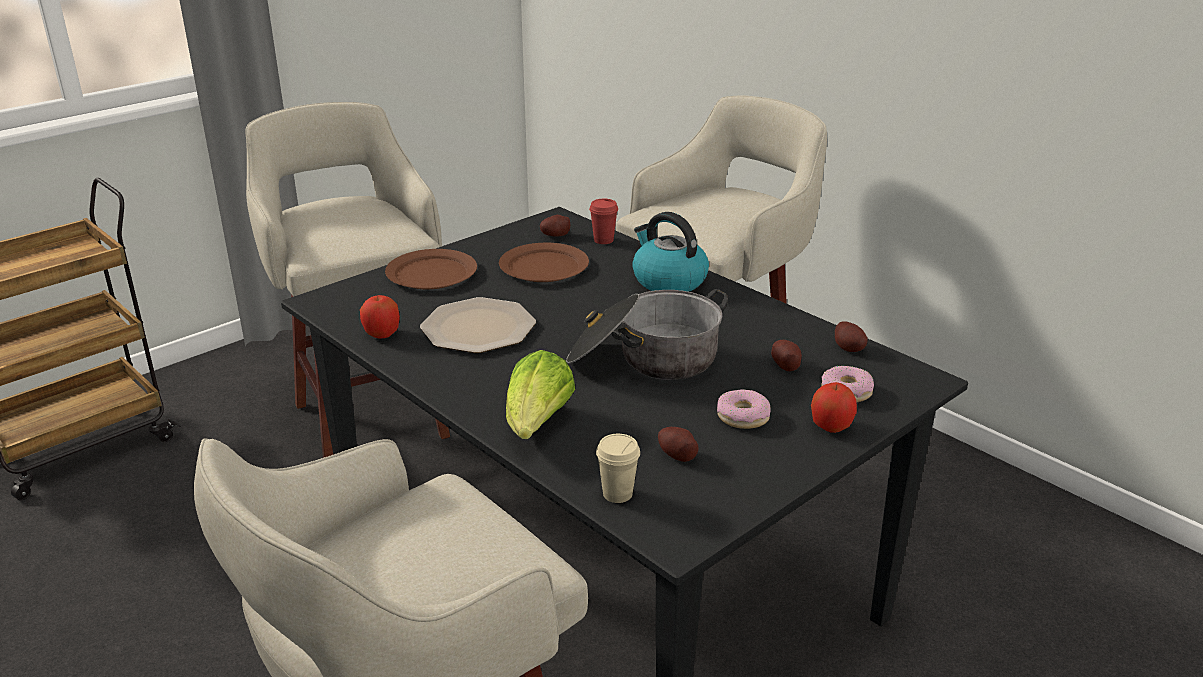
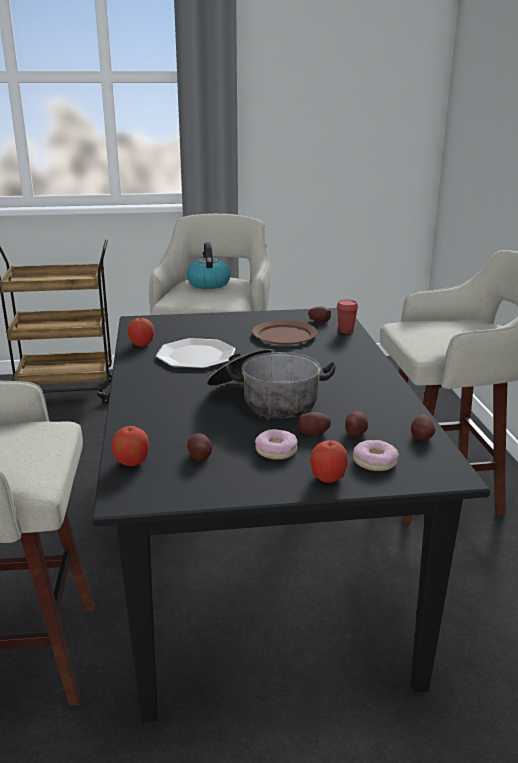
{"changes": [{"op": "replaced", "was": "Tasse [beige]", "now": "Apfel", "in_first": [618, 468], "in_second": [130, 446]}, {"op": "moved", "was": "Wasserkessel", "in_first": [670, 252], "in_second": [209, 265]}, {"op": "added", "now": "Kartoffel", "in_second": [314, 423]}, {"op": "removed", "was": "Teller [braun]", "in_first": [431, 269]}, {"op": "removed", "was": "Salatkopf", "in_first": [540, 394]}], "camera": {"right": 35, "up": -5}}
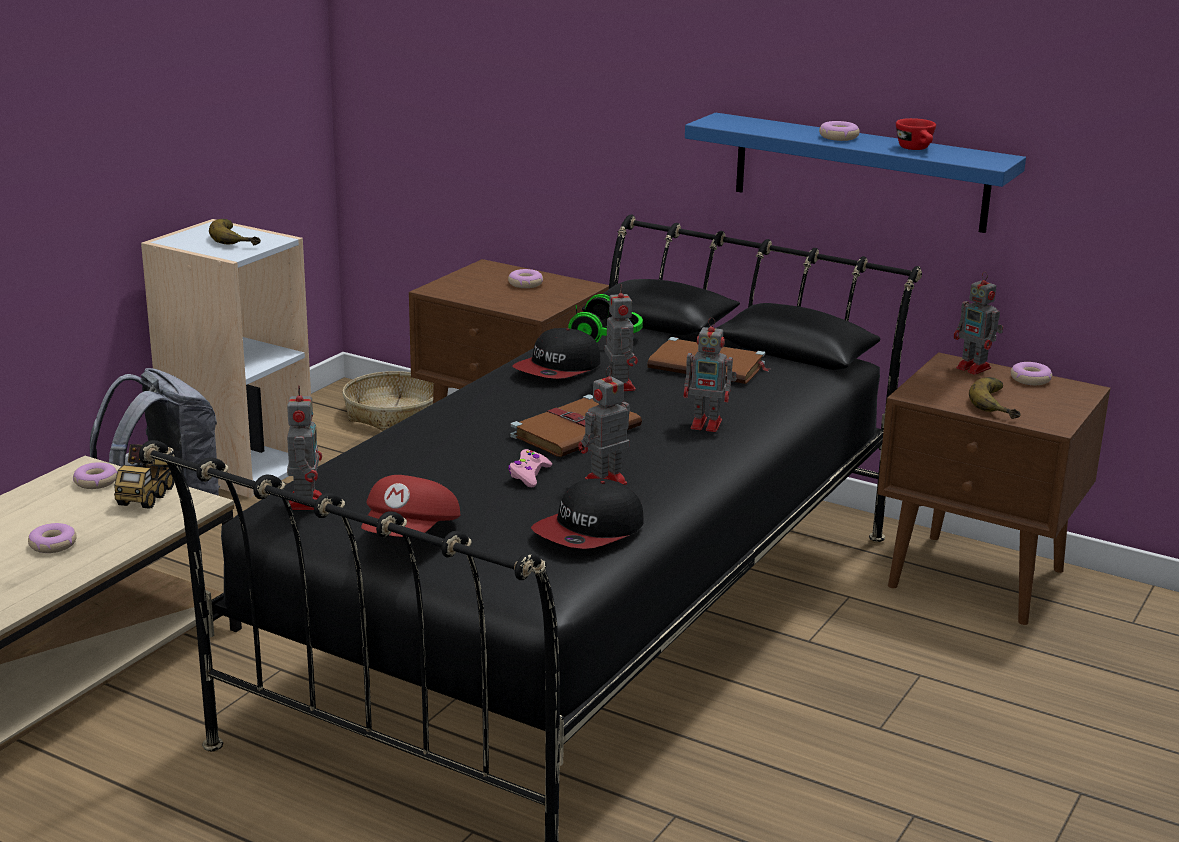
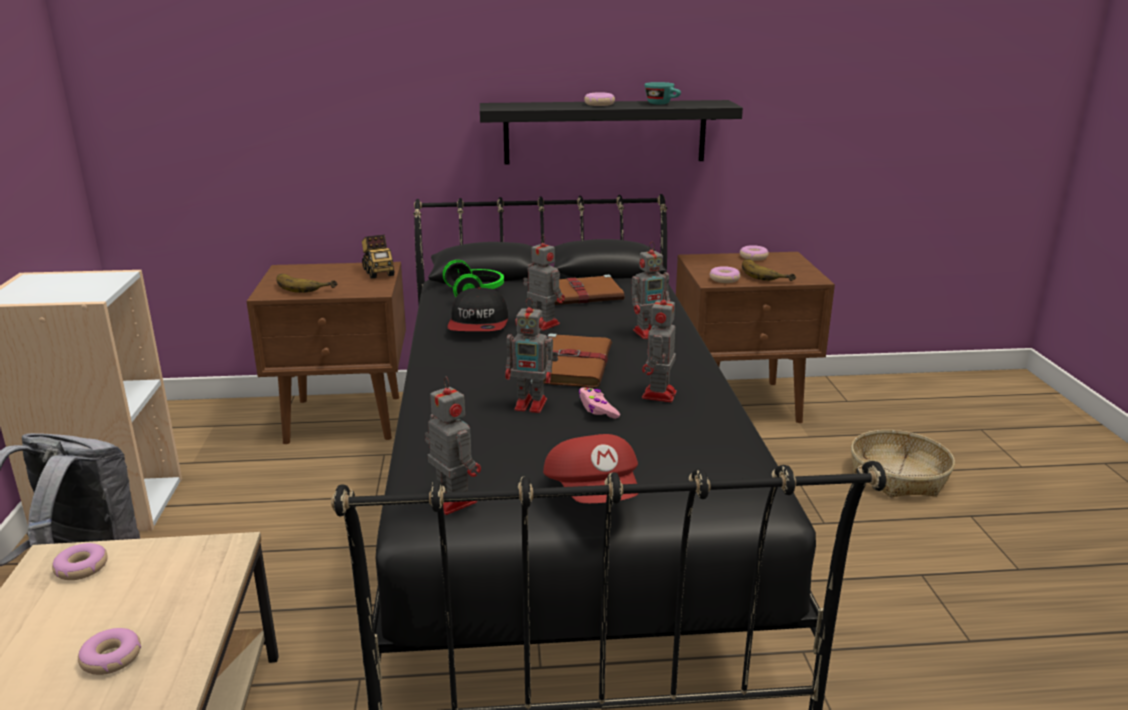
{"changes": [{"op": "moved", "was": "Banane", "in_first": [235, 232], "in_second": [307, 283]}, {"op": "moved", "was": "Spielzeuglaster", "in_first": [144, 476], "in_second": [378, 257]}, {"op": "recoloured", "was": "Wandregal [blau]", "now": "Wandregal [schwarz]", "in_first": [855, 173], "in_second": [611, 132]}, {"op": "moved", "was": "Spielzeugroboter", "in_first": [978, 323], "in_second": [531, 355]}, {"op": "recoloured", "was": "Tasse [rot]", "now": "Tasse [türkis]", "in_first": [916, 134], "in_second": [662, 93]}, {"op": "moved", "was": "Donut", "in_first": [525, 278], "in_second": [725, 274]}, {"op": "moved", "was": "Korb", "in_first": [388, 401], "in_second": [903, 463]}, {"op": "removed", "was": "Kappe", "in_first": [587, 513]}], "camera": {"right": -35, "up": 0}}
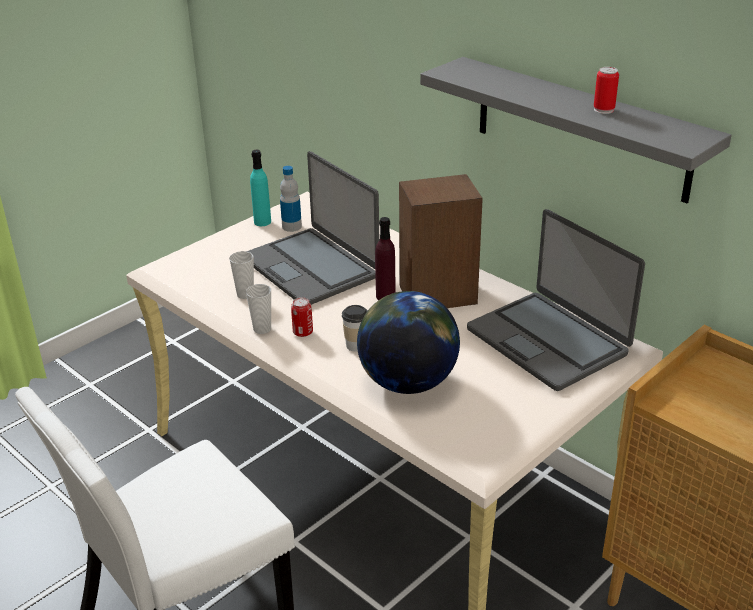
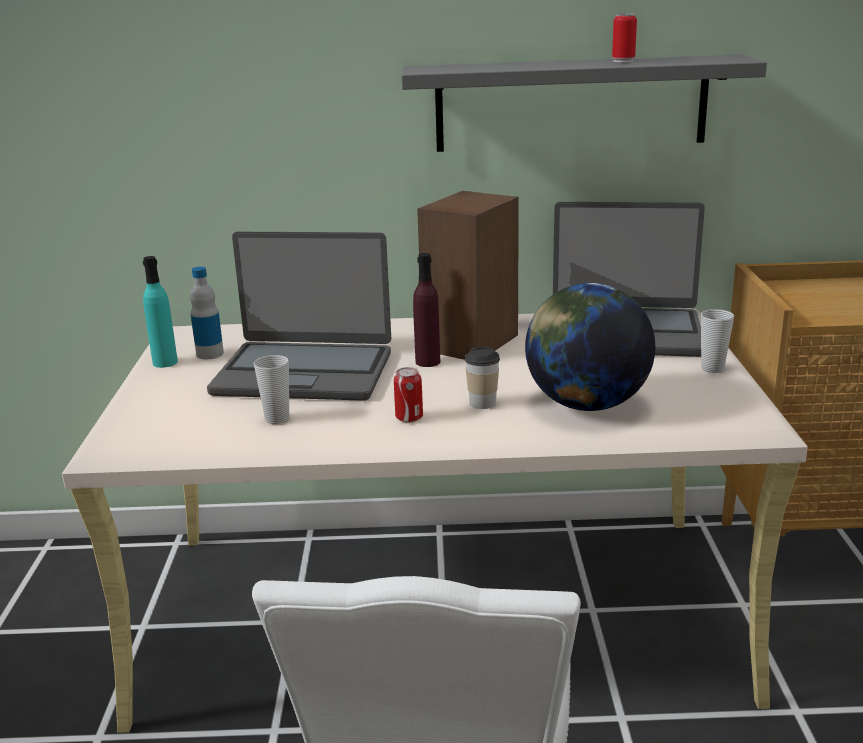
{"changes": [{"op": "moved", "was": "Tasse", "in_first": [258, 309], "in_second": [717, 341]}], "camera": {"right": -45, "up": -10}}
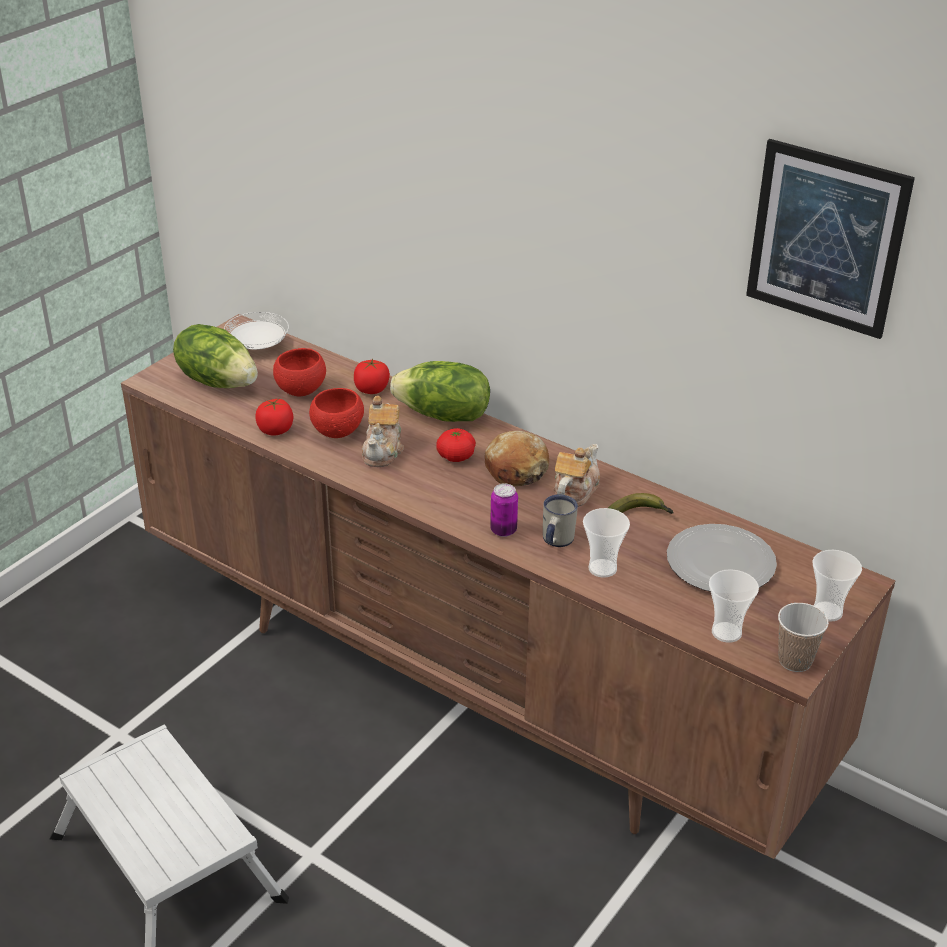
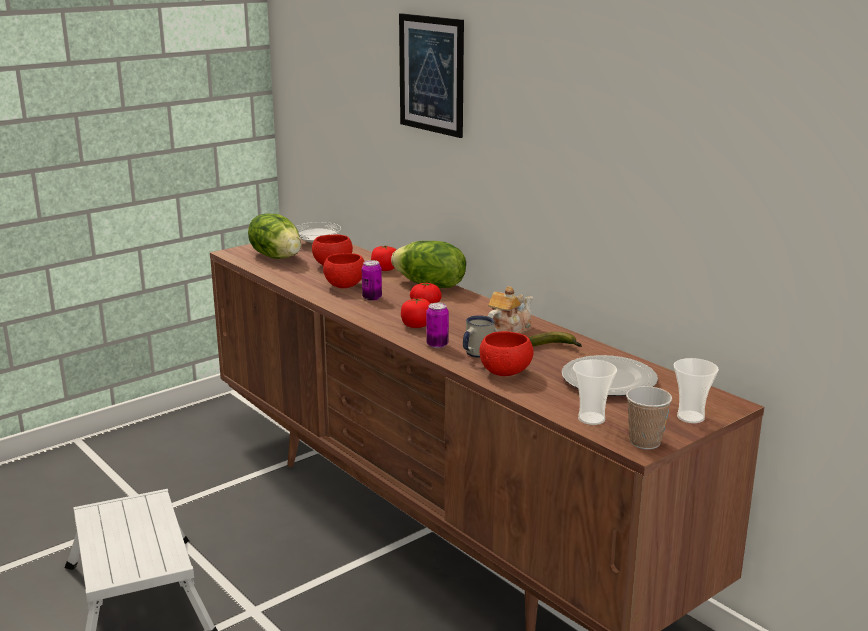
{"changes": [{"op": "replaced", "was": "Teekanne", "now": "Dose", "in_first": [383, 431], "in_second": [372, 280]}, {"op": "moved", "was": "Bild", "in_first": [830, 239], "in_second": [431, 75]}, {"op": "moved", "was": "Tomate", "in_first": [274, 417], "in_second": [415, 313]}, {"op": "replaced", "was": "Tasse", "now": "Schüssel [rot]", "in_first": [606, 543], "in_second": [506, 353]}, {"op": "removed", "was": "Brot", "in_first": [517, 458]}], "camera": {"right": 15, "up": -15}}
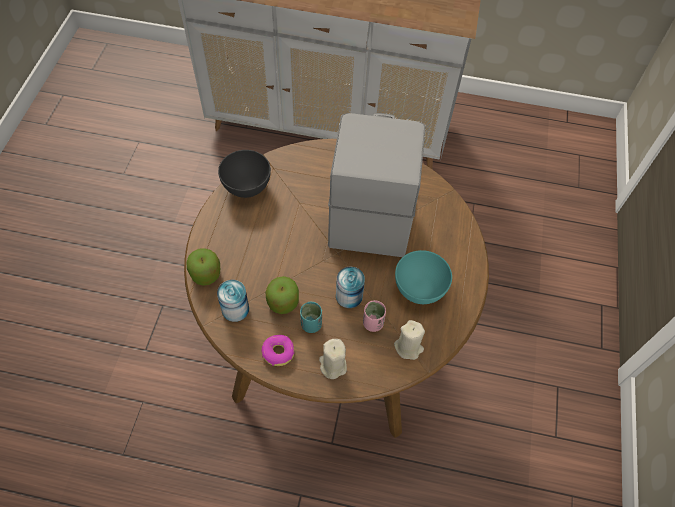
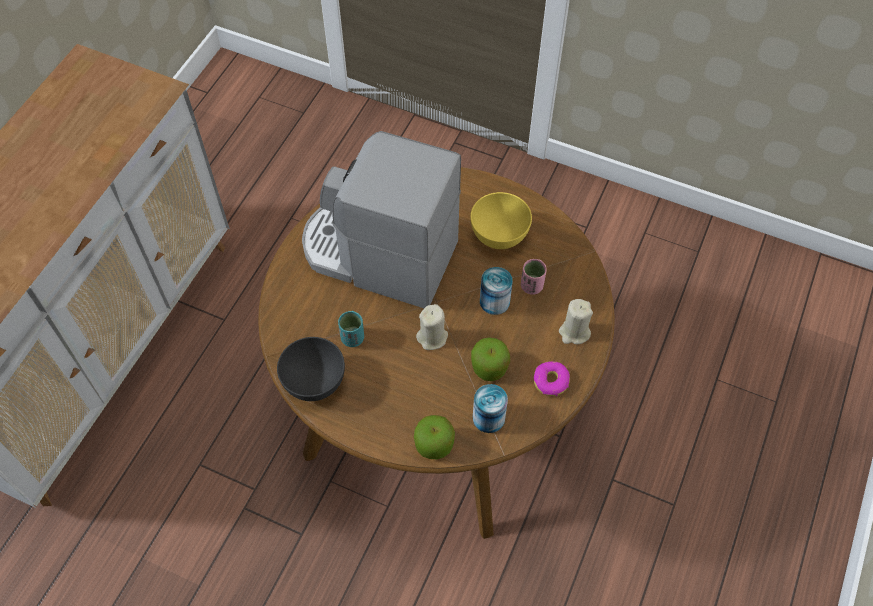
{"changes": [{"op": "moved", "was": "Tasse [türkis]", "in_first": [311, 317], "in_second": [351, 329]}, {"op": "moved", "was": "Kerze [beige]", "in_first": [409, 340], "in_second": [432, 327]}, {"op": "recoloured", "was": "Schüssel [türkis]", "now": "Schüssel [gelb]", "in_first": [423, 277], "in_second": [501, 220]}], "camera": {"right": -75, "up": 0}}
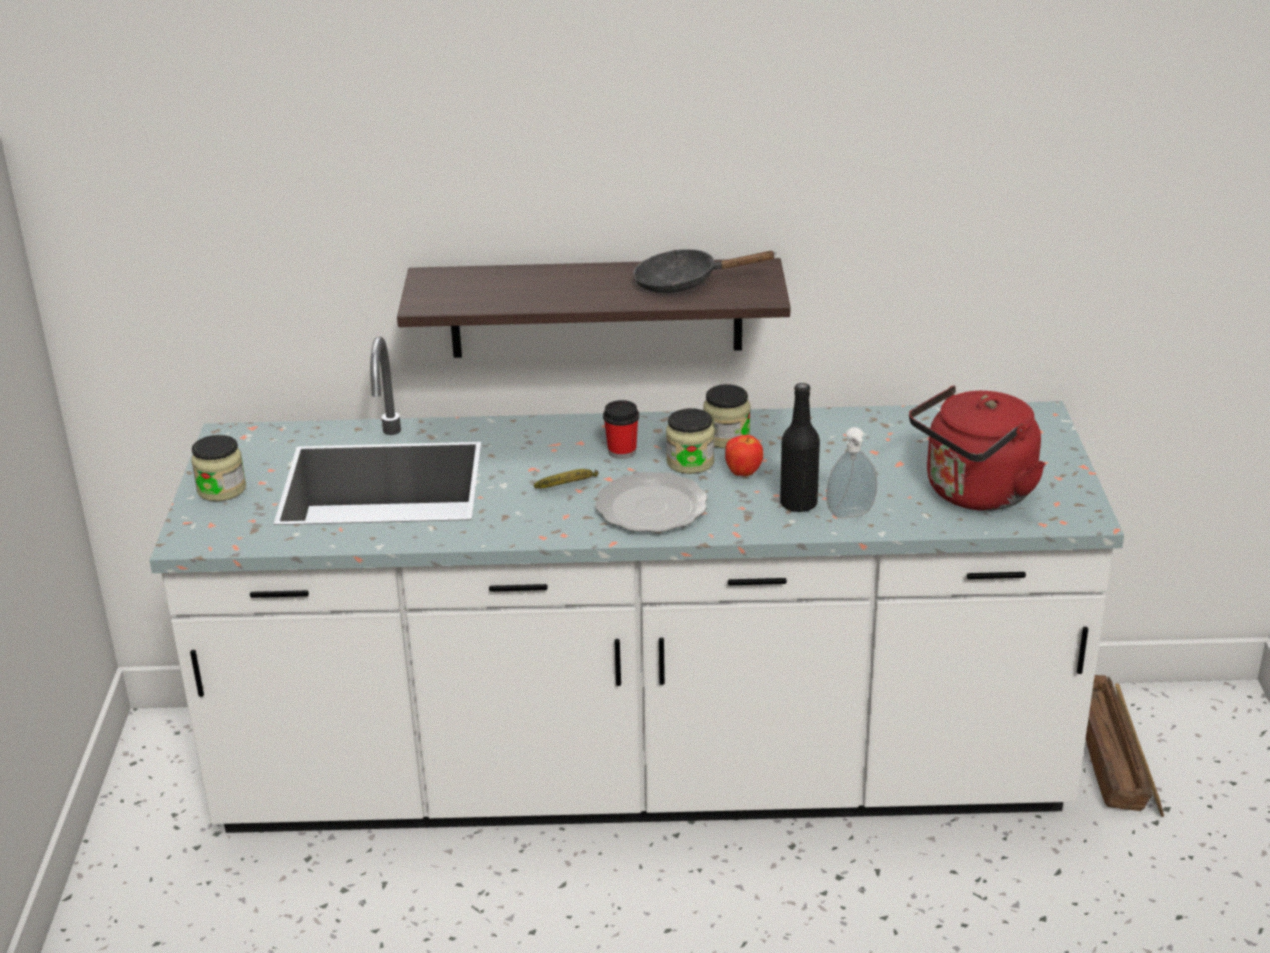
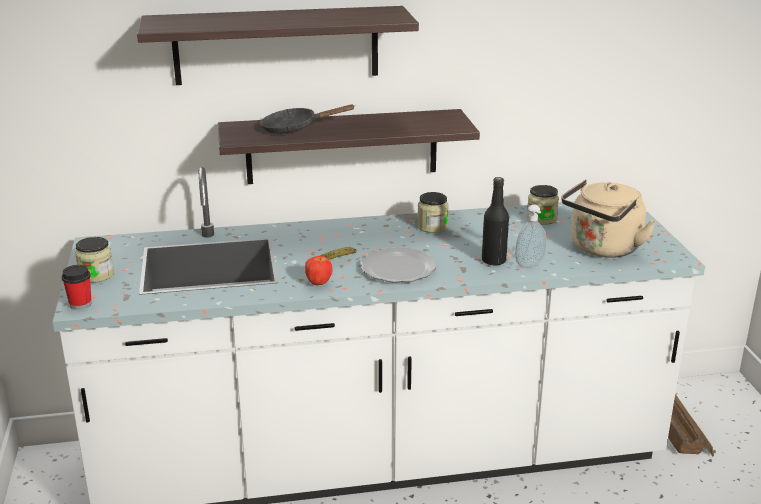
{"changes": [{"op": "moved", "was": "Tasse", "in_first": [621, 429], "in_second": [76, 287]}, {"op": "added", "now": "Wandregal", "in_second": [278, 45]}, {"op": "moved", "was": "Pfanne [schwarz]", "in_first": [705, 271], "in_second": [308, 119]}, {"op": "moved", "was": "Apfel", "in_first": [744, 455], "in_second": [318, 270]}, {"op": "moved", "was": "Vorratsglas", "in_first": [690, 441], "in_second": [543, 205]}, {"op": "recoloured", "was": "Wasserkessel [rot]", "now": "Wasserkessel [beige]", "in_first": [977, 448], "in_second": [608, 218]}], "camera": {"right": -10, "up": -5}}
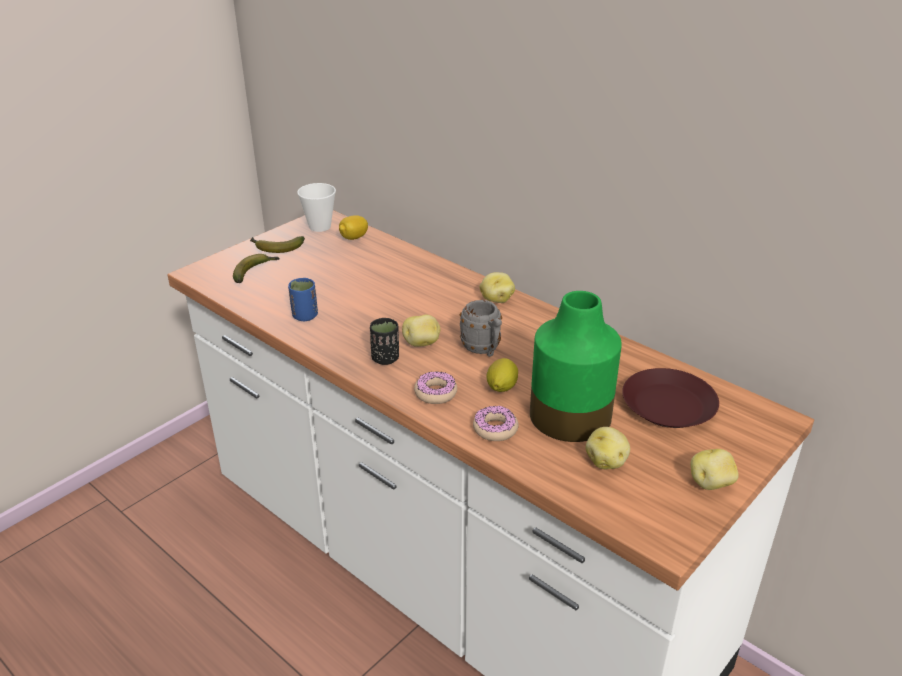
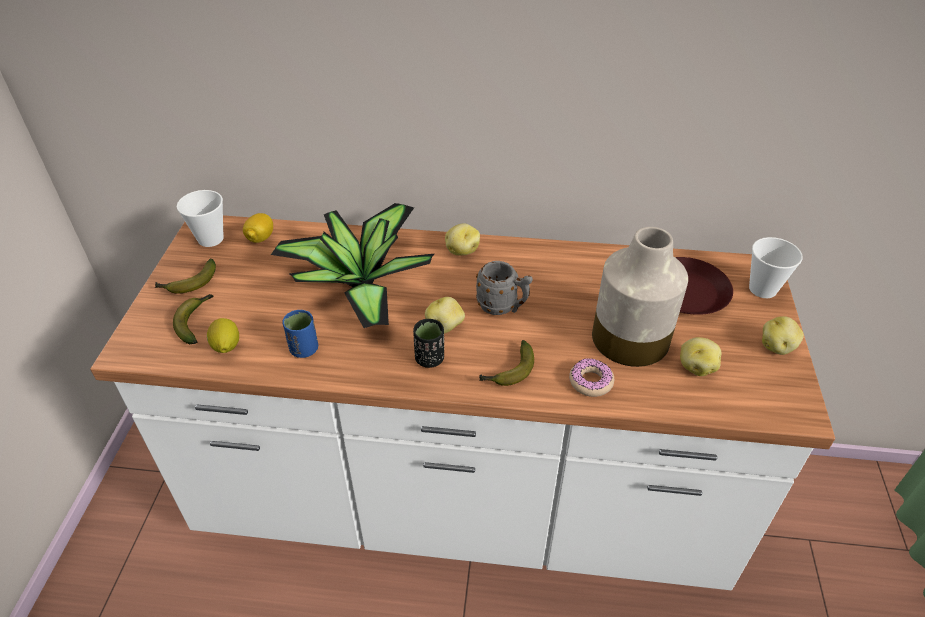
{"changes": [{"op": "moved", "was": "Zitrone", "in_first": [502, 375], "in_second": [223, 335]}, {"op": "added", "now": "Topfpflanze", "in_second": [352, 265]}, {"op": "replaced", "was": "Donut", "now": "Banane", "in_first": [435, 388], "in_second": [506, 363]}, {"op": "recoloured", "was": "Vase [grün]", "now": "Vase [beige]", "in_first": [576, 366], "in_second": [640, 297]}, {"op": "added", "now": "Tasse", "in_second": [776, 267]}], "camera": {"right": -35, "up": 10}}
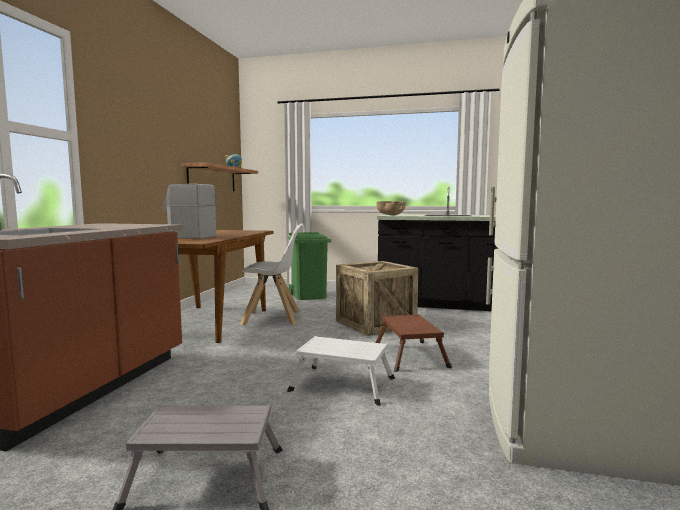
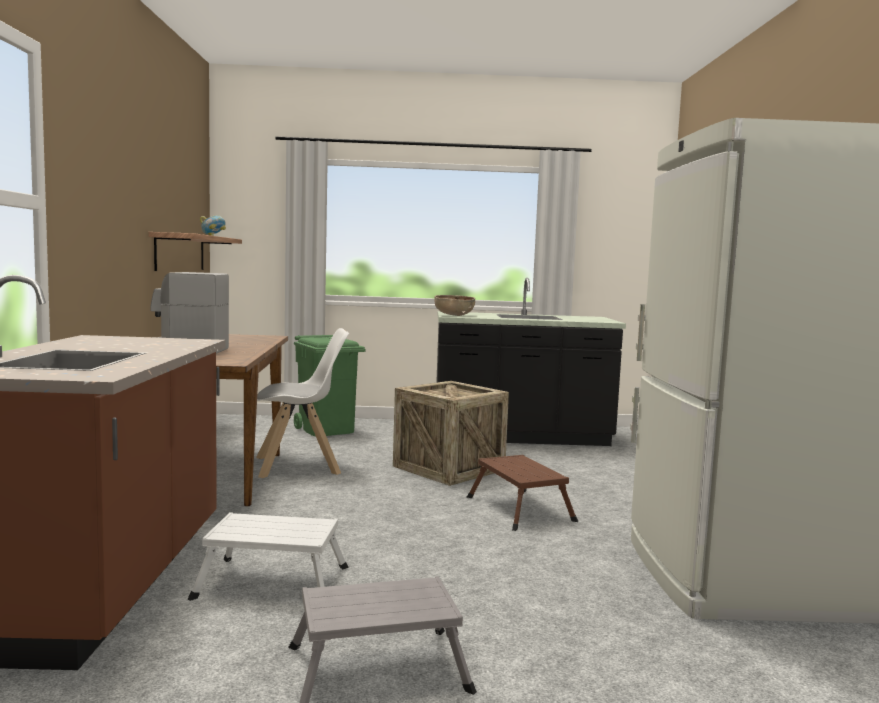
{"changes": [{"op": "moved", "was": "Trittleiter [weiß]", "in_first": [341, 371], "in_second": [268, 556]}], "camera": {"right": -15, "up": 0}}
